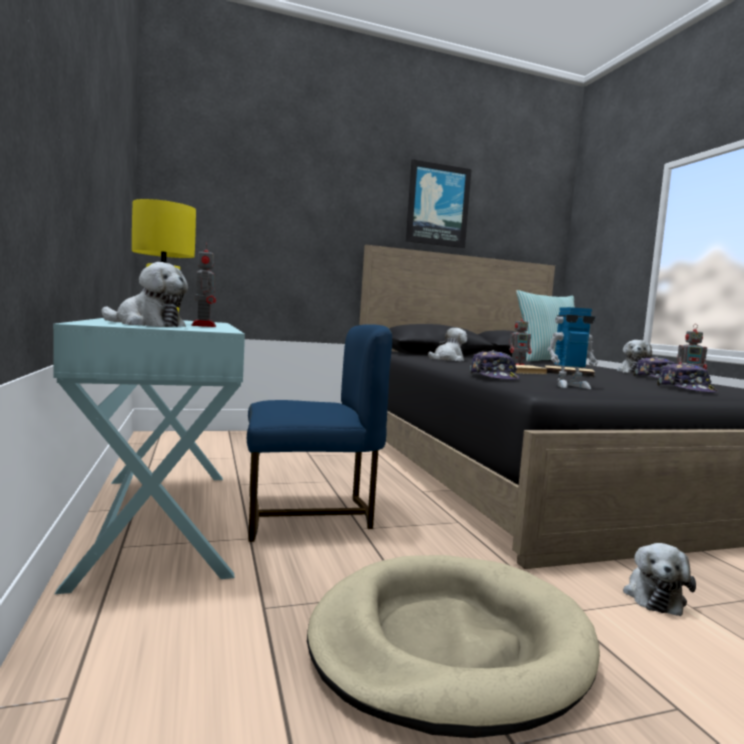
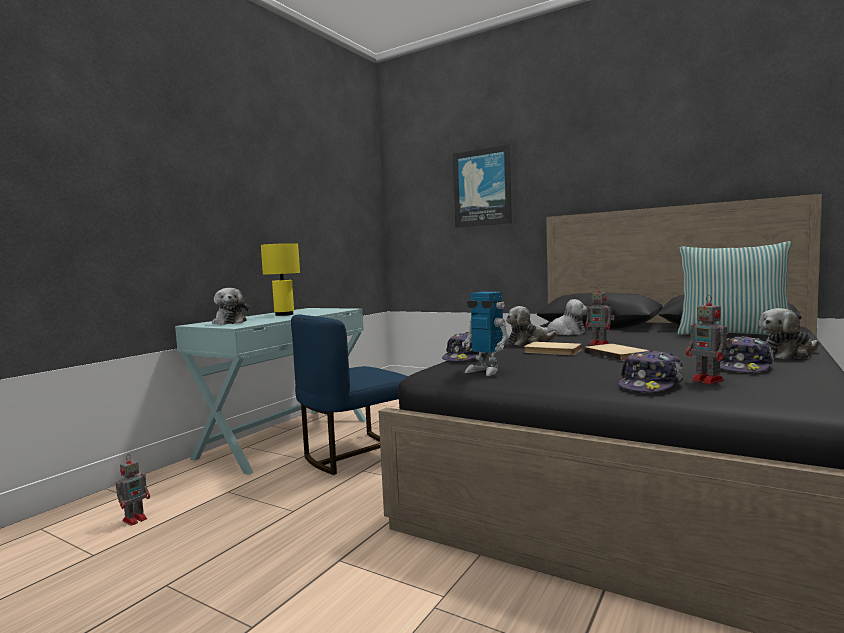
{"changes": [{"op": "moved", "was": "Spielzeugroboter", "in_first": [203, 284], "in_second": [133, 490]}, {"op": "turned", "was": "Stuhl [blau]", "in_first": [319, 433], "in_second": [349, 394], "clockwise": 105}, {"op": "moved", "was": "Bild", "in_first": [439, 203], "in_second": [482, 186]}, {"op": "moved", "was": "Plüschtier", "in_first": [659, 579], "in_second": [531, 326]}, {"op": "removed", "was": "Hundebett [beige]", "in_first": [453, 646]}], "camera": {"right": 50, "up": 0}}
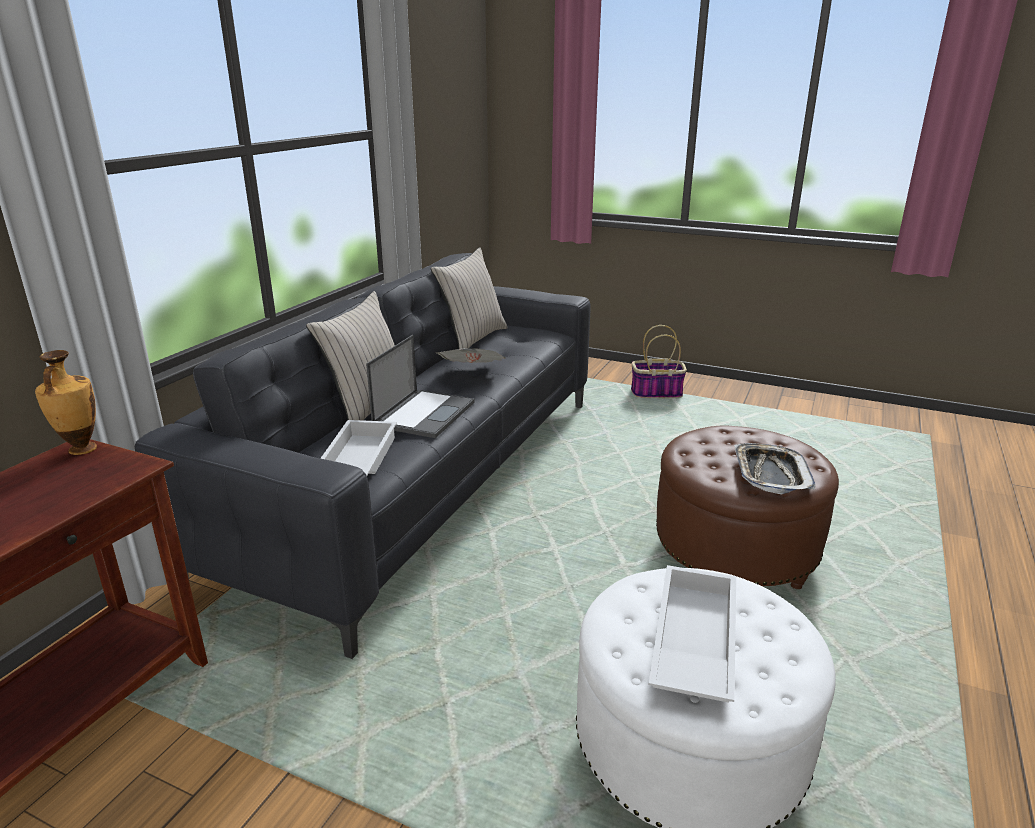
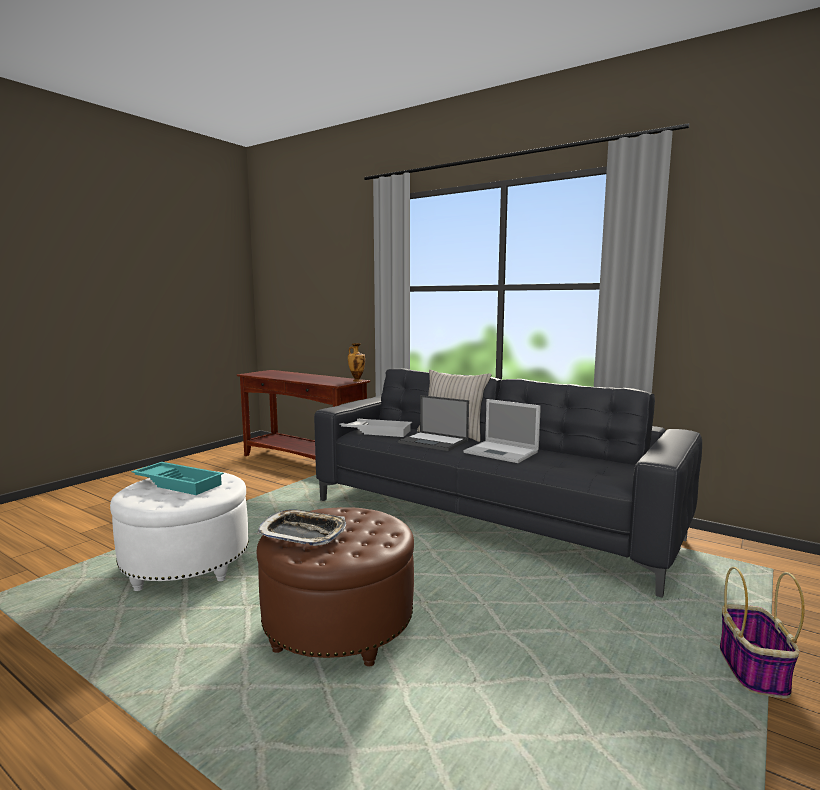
{"changes": [{"op": "recoloured", "was": "Tablett [weiß]", "now": "Tablett [türkis]", "in_first": [692, 634], "in_second": [178, 478]}, {"op": "replaced", "was": "Zeitung", "now": "Laptop", "in_first": [471, 355], "in_second": [502, 431]}, {"op": "removed", "was": "Kissen [beige]", "in_first": [469, 298]}], "camera": {"right": 100, "up": -15}}
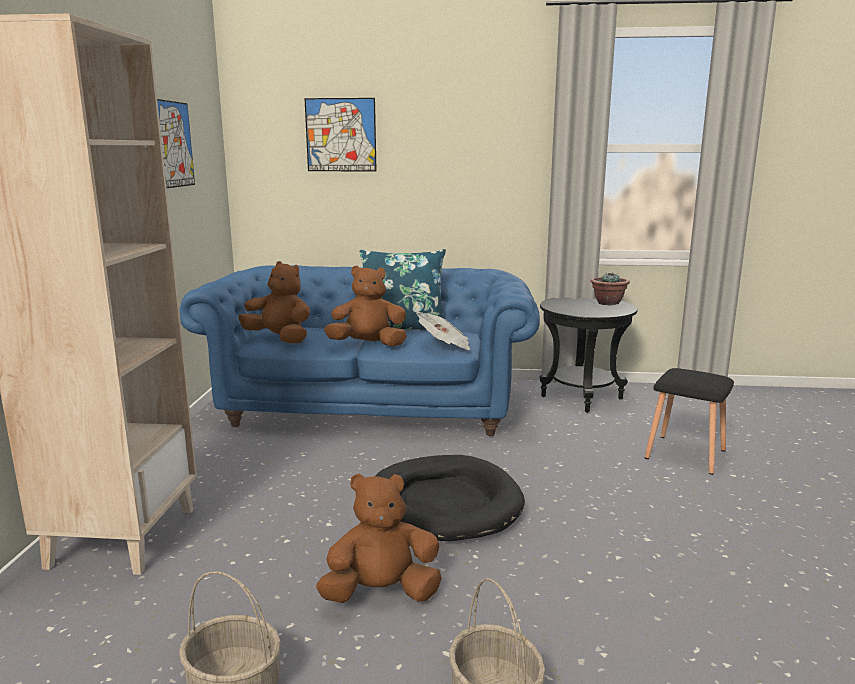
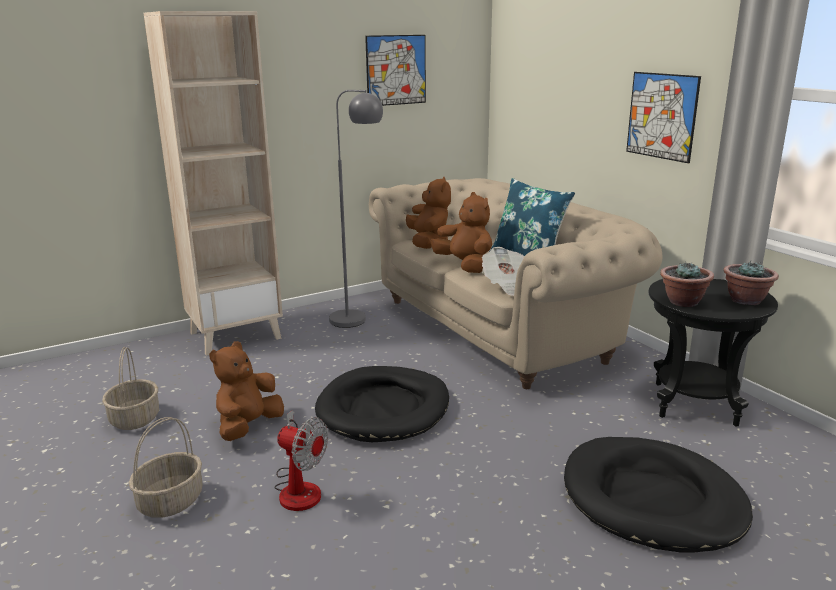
{"changes": [{"op": "turned", "was": "Plüschtier [braun]", "in_first": [379, 538], "in_second": [246, 391], "clockwise": -105}, {"op": "added", "now": "Ventilator", "in_second": [301, 460]}, {"op": "added", "now": "Stehlampe [grau]", "in_second": [356, 209]}, {"op": "recoloured", "was": "Sofa [blau]", "now": "Sofa [beige]", "in_first": [359, 350], "in_second": [515, 283]}, {"op": "replaced", "was": "Hocker [schwarz]", "now": "Hundebett [schwarz]", "in_first": [689, 421], "in_second": [658, 495]}, {"op": "moved", "was": "Bild", "in_first": [340, 134], "in_second": [663, 117]}, {"op": "added", "now": "Topfpflanze", "in_second": [687, 284]}], "camera": {"right": 55, "up": 5}}
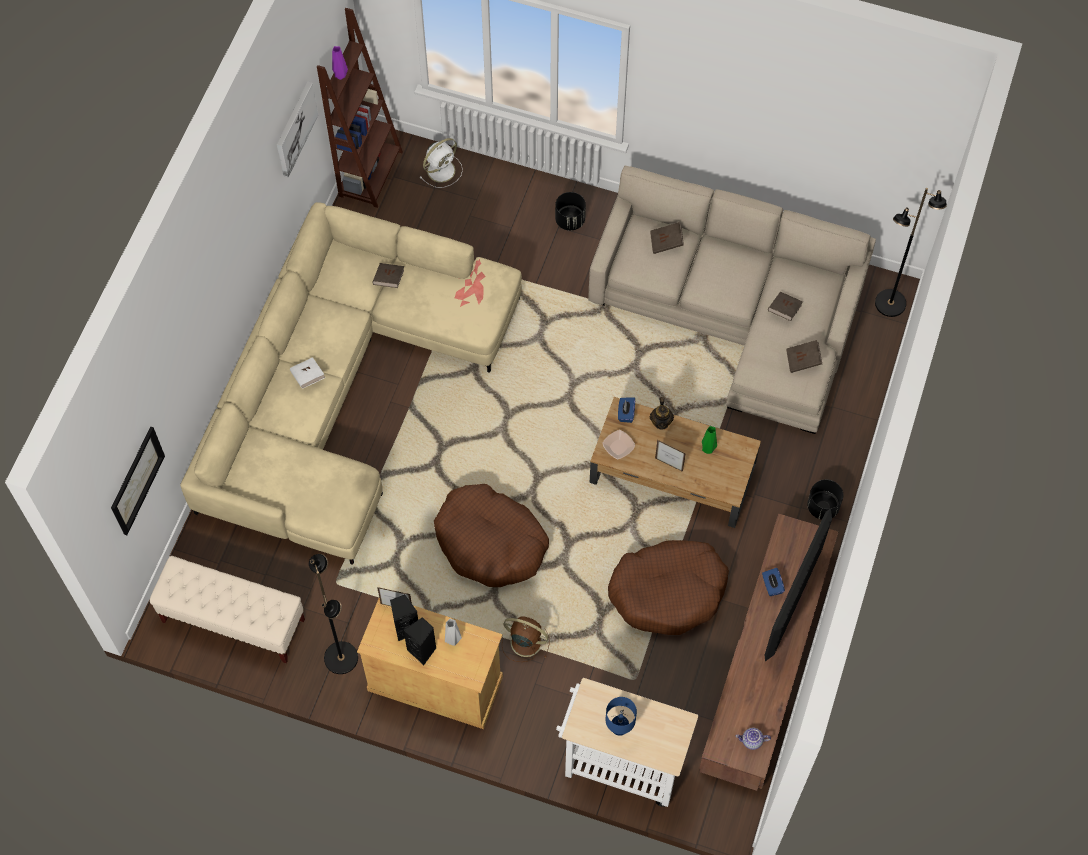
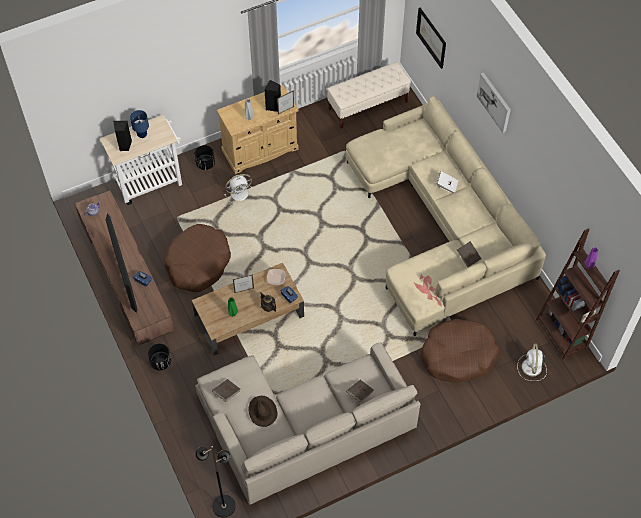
{"changes": [{"op": "moved", "was": "Lautsprecher [schwarz]", "in_first": [420, 641], "in_second": [122, 136]}, {"op": "moved", "was": "Pflanzkübel [schwarz]", "in_first": [570, 211], "in_second": [204, 157]}, {"op": "recoloured", "was": "Ventilator [braun]", "now": "Ventilator [weiß]", "in_first": [525, 639], "in_second": [238, 189]}, {"op": "replaced", "was": "Buch [braun]", "now": "Hut [braun]", "in_first": [785, 306], "in_second": [263, 411]}, {"op": "moved", "was": "Hundebett [braun]", "in_first": [491, 535], "in_second": [459, 351]}, {"op": "moved", "was": "Bild", "in_first": [297, 130], "in_second": [494, 103]}, {"op": "removed", "was": "Stehlampe [schwarz]", "in_first": [333, 614]}], "camera": {"right": 135, "up": -5}}
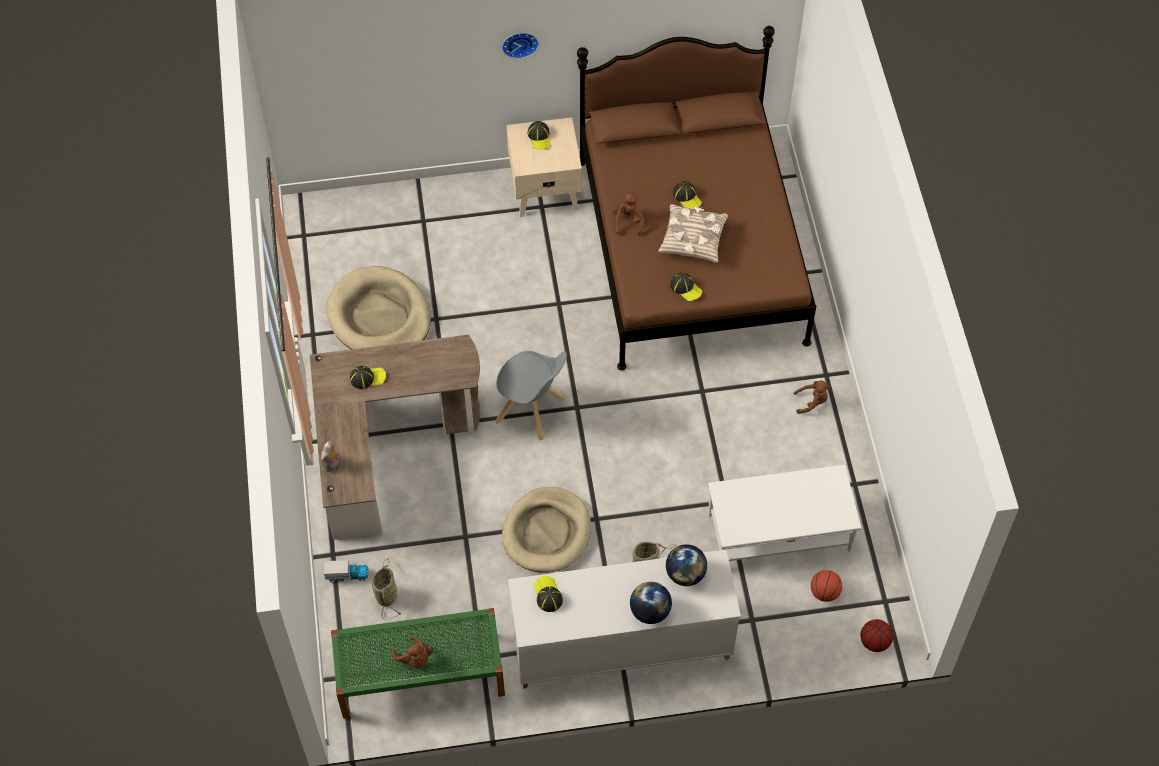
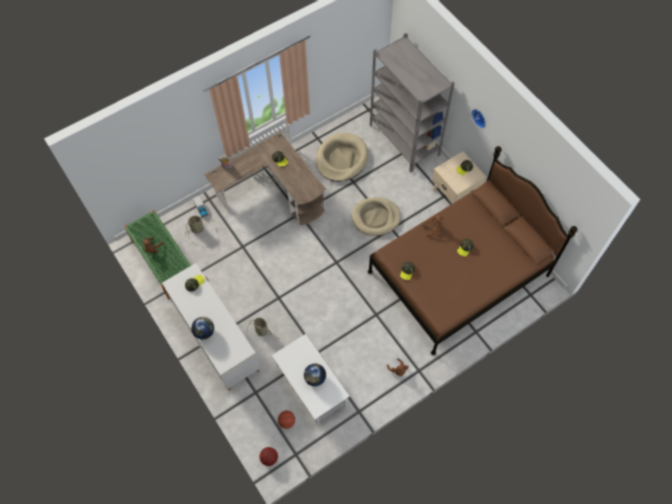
{"changes": [{"op": "moved", "was": "Globus", "in_first": [686, 565], "in_second": [315, 375]}, {"op": "moved", "was": "Hundebett [beige]", "in_first": [546, 530], "in_second": [376, 216]}, {"op": "added", "now": "Bücherregal [grau]", "in_second": [412, 103]}, {"op": "removed", "was": "Stuhl [grau]", "in_first": [531, 395]}, {"op": "removed", "was": "Kissen [beige]", "in_first": [693, 233]}], "camera": {"right": 65, "up": 5}}
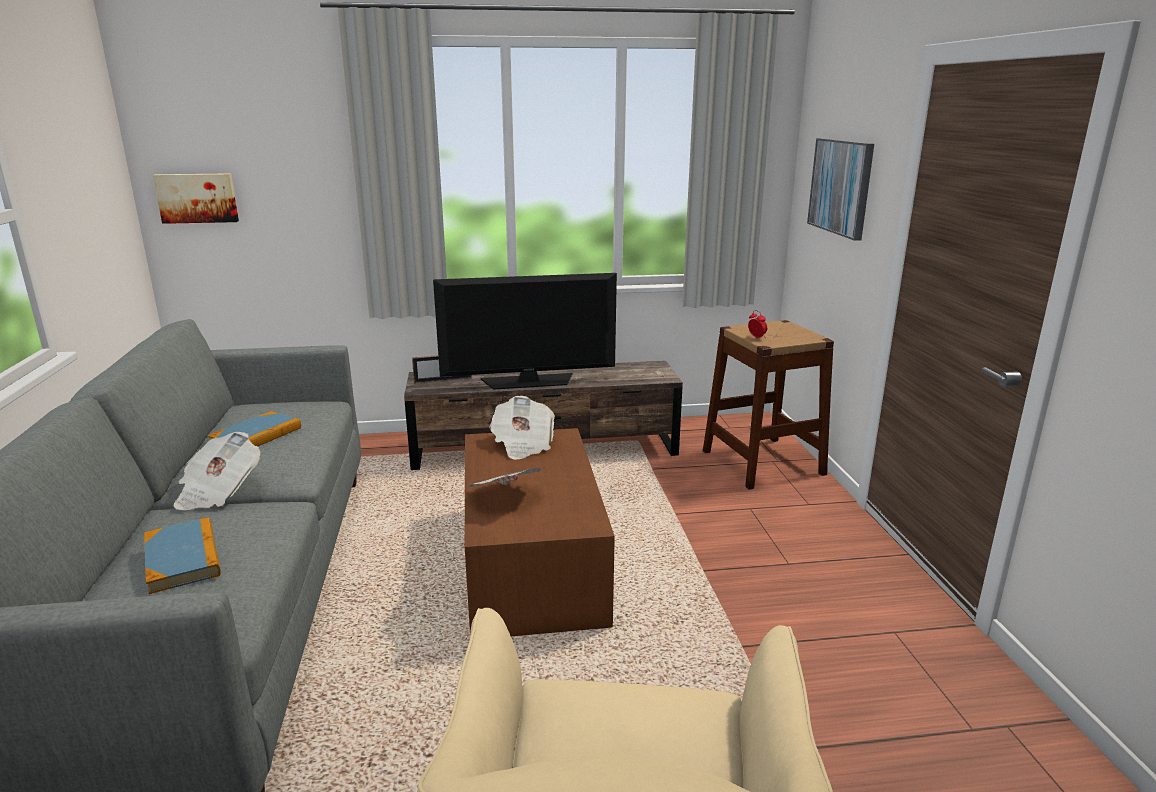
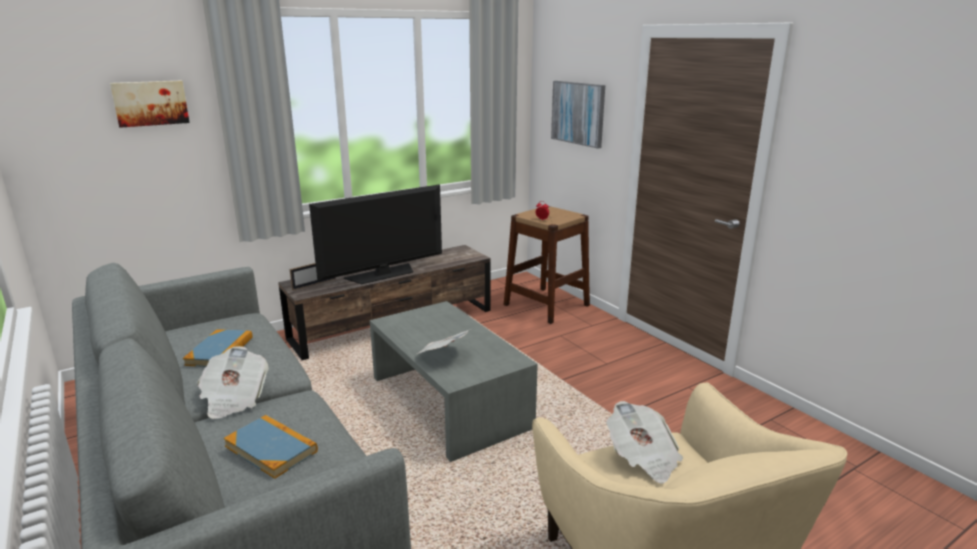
{"changes": [{"op": "moved", "was": "Bild", "in_first": [196, 198], "in_second": [150, 104]}, {"op": "recoloured", "was": "Couchtisch [braun]", "now": "Couchtisch [grau]", "in_first": [540, 532], "in_second": [454, 381]}, {"op": "moved", "was": "Zeitung", "in_first": [522, 428], "in_second": [645, 442]}], "camera": {"right": -25, "up": 0}}
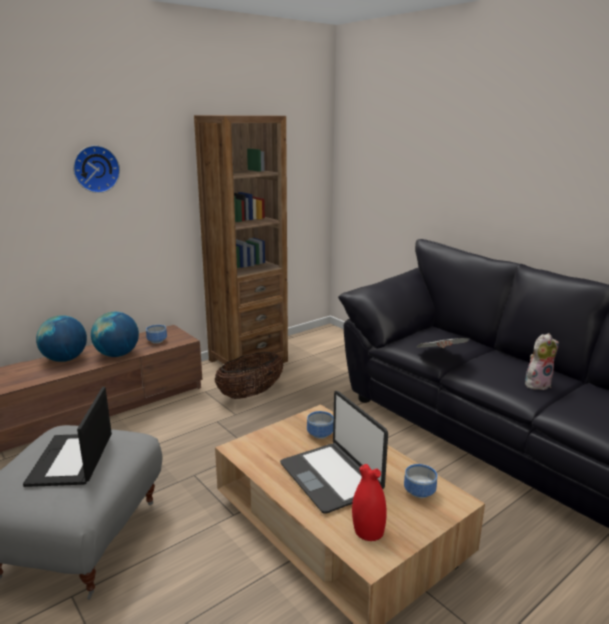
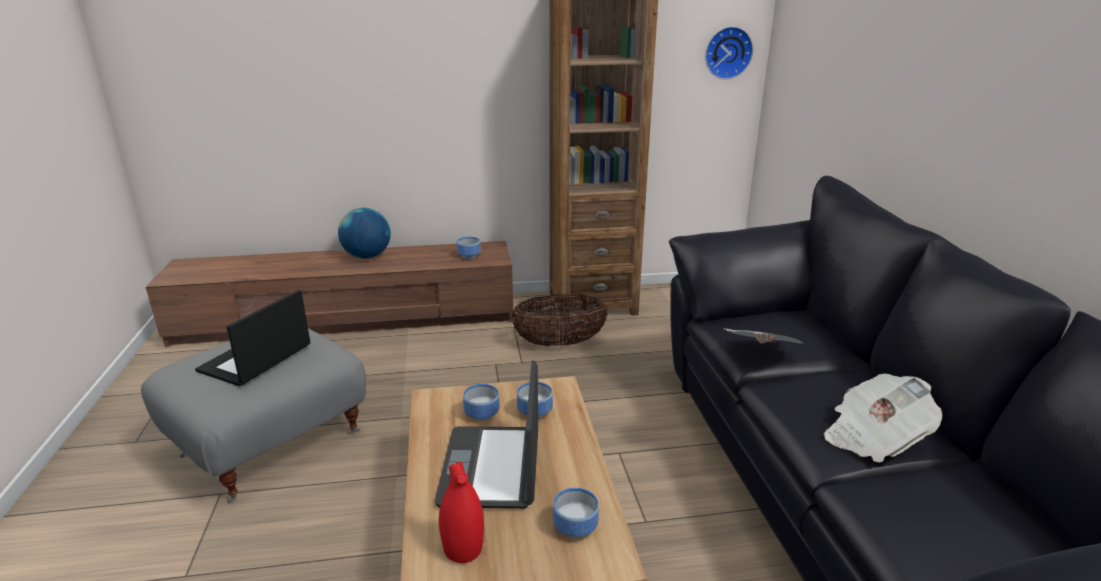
{"changes": [{"op": "added", "now": "Schüssel", "in_second": [481, 402]}, {"op": "moved", "was": "Wanduhr", "in_first": [96, 169], "in_second": [729, 52]}, {"op": "replaced", "was": "Plüschtier", "now": "Zeitung", "in_first": [542, 361], "in_second": [883, 418]}, {"op": "removed", "was": "Globus", "in_first": [115, 334]}], "camera": {"right": 30, "up": 5}}
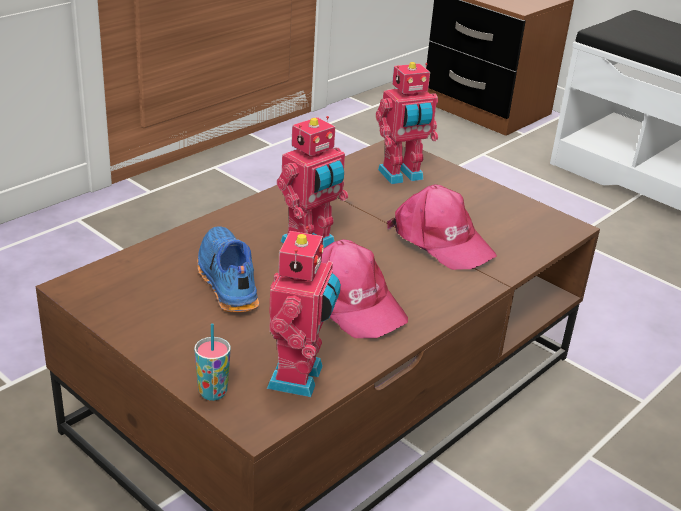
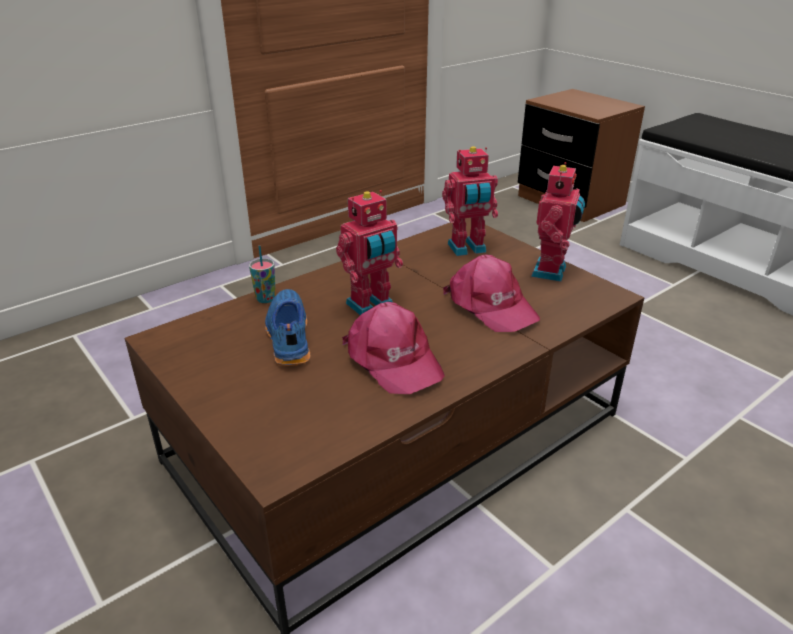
{"changes": [{"op": "moved", "was": "Tasse", "in_first": [212, 362], "in_second": [262, 274]}, {"op": "moved", "was": "Spielzeugroboter", "in_first": [304, 311], "in_second": [558, 222]}], "camera": {"right": 10, "up": 0}}
